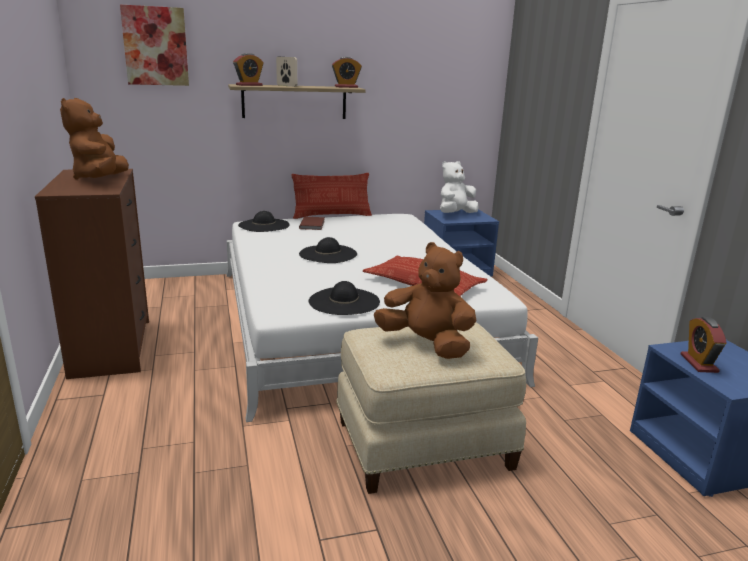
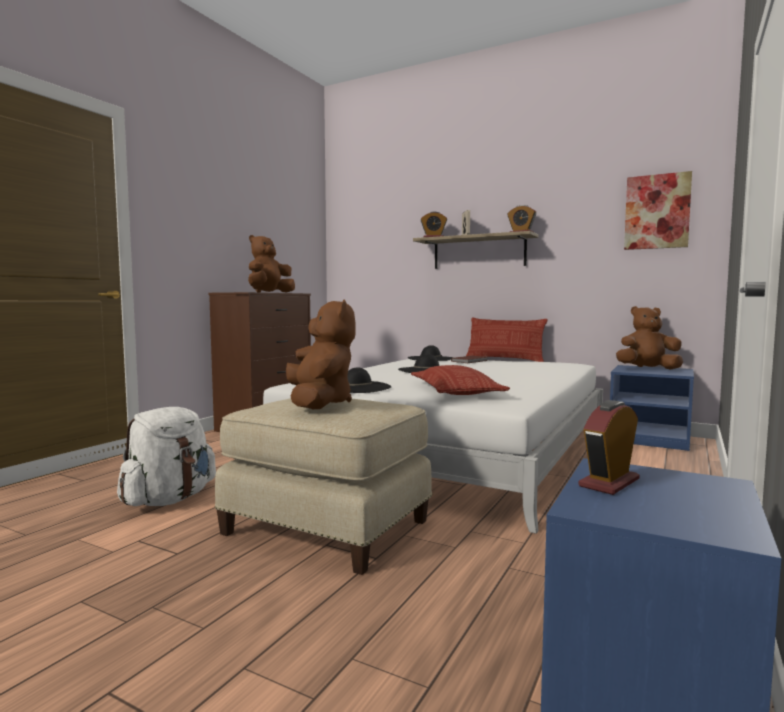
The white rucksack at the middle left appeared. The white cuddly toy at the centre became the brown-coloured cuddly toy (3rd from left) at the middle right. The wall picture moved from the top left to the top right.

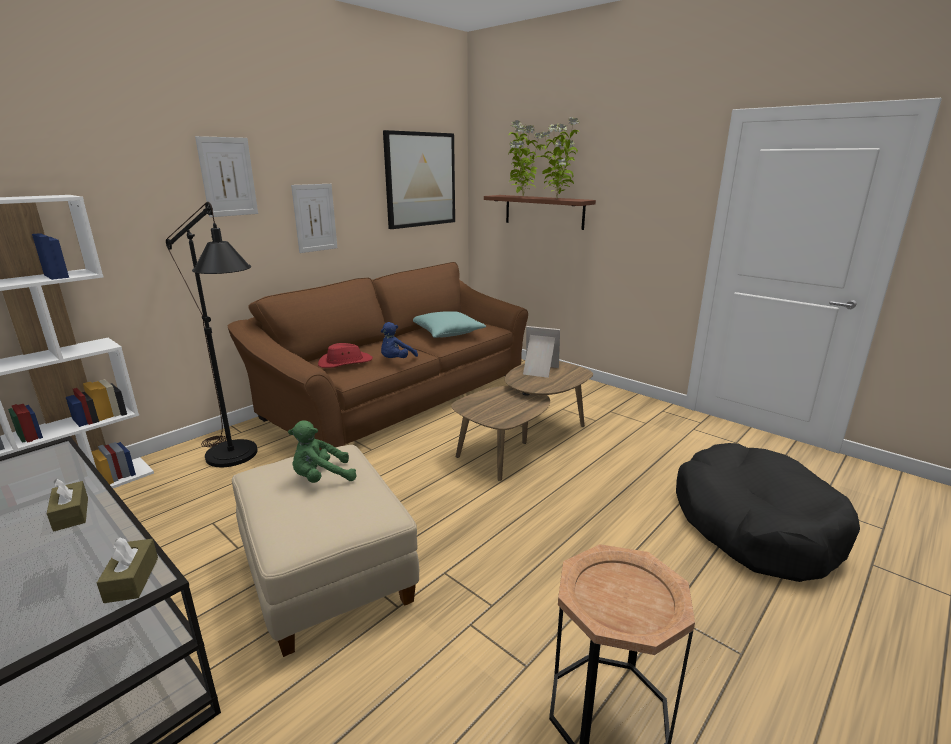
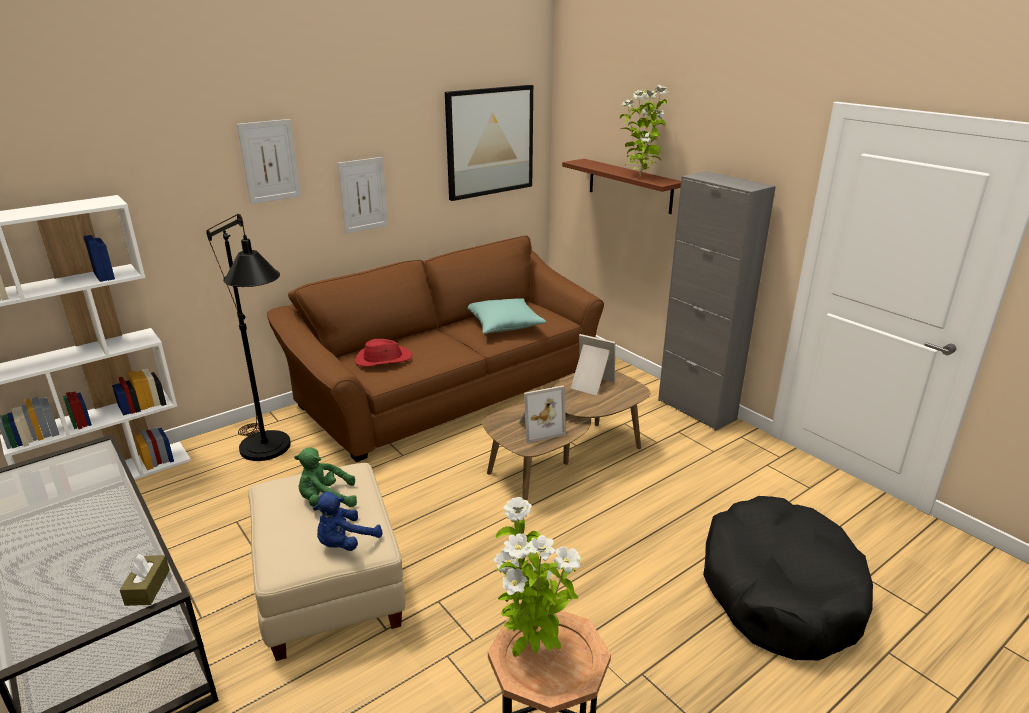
The blue-coloured cuddly toy moved from the centre to the bottom centre. The houseplant (1st from left) moved from the top centre to the bottom centre. The photo frame (1st from left) at the centre appeared. The greyish storage cabinet at the middle right appeared. The brown-coloured box of tissues (1st from left) at the bottom left disappeared.

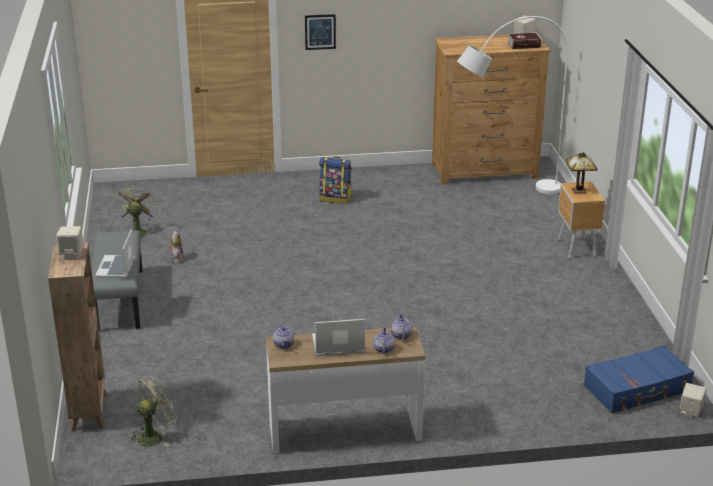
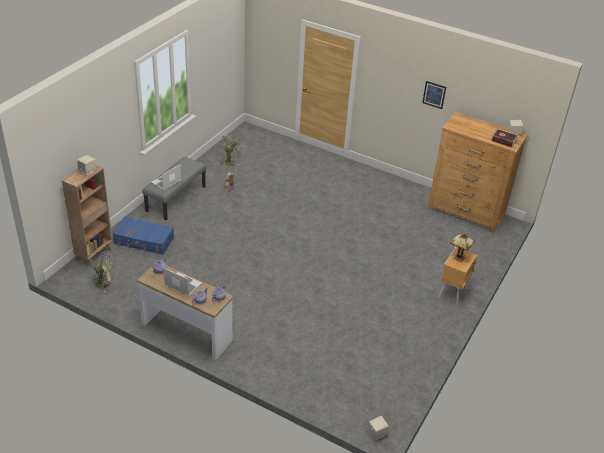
The blue-coloured travel case moved from the bottom right to the middle left. The wall picture moved from the top centre to the top right. The rucksack at the centre disappeared. The white floor lamp at the top right disappeared.

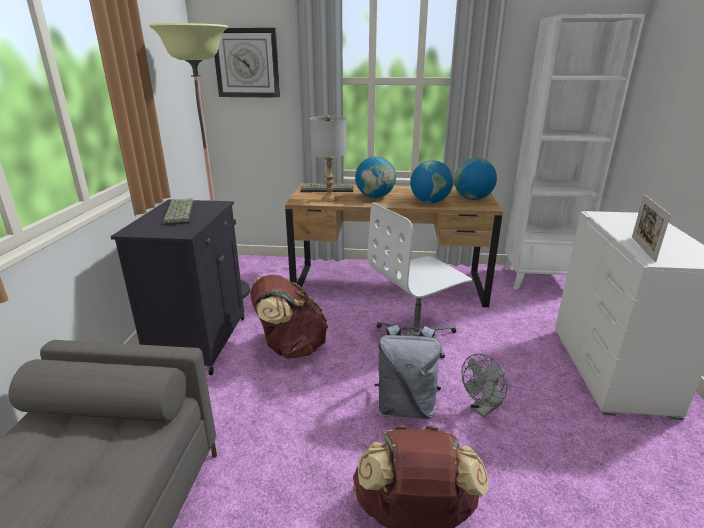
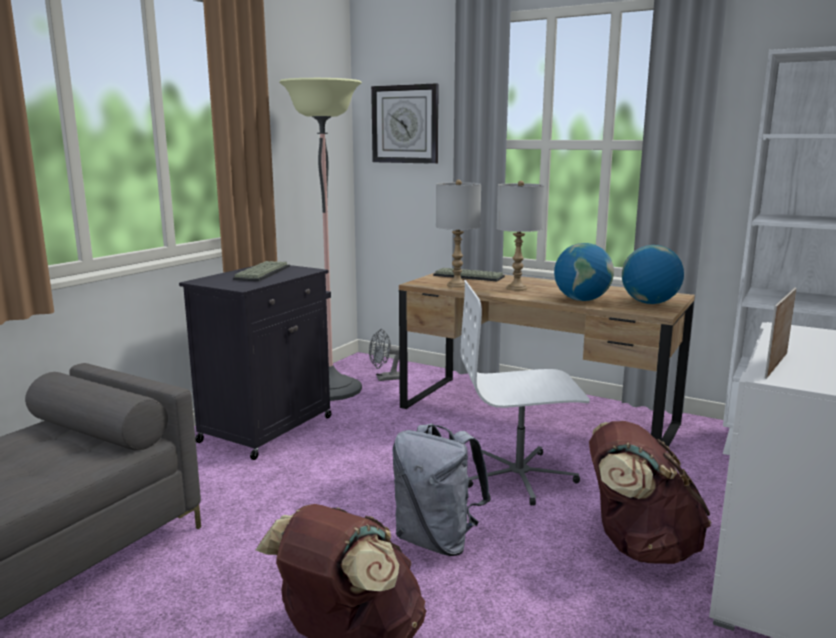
The greyish fan moved from the bottom right to the centre. The globe (1st from left) at the centre was replaced by the greyish table lamp (2nd from left) at the centre. The brown-coloured rucksack (1st from left in the first image) moved from the centre to the bottom right.

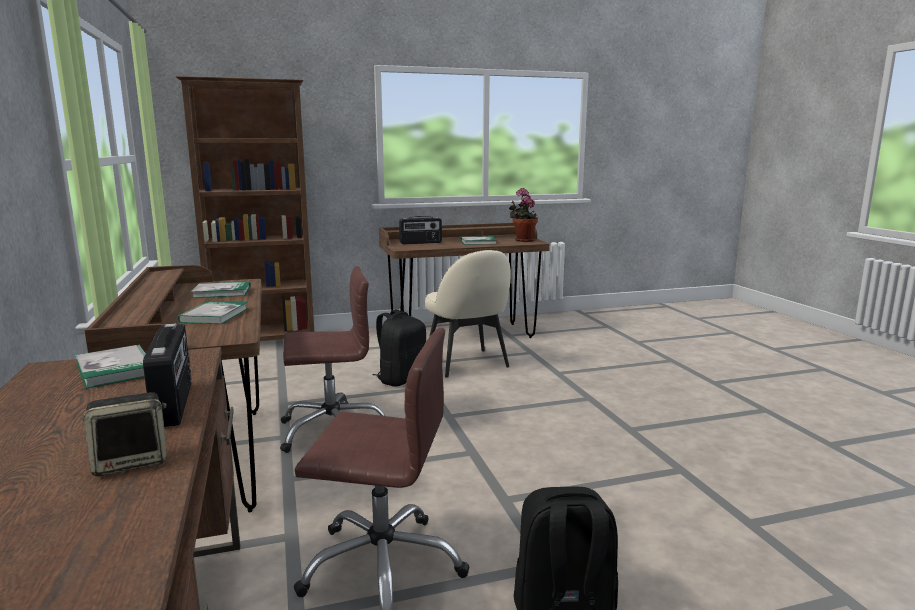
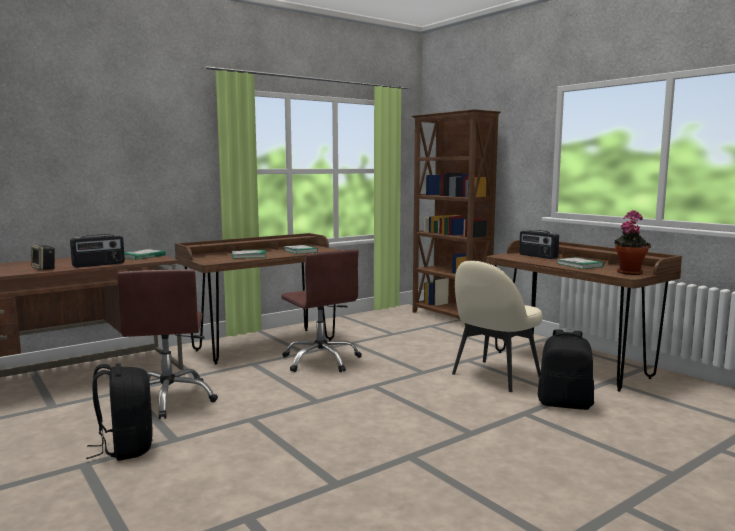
The black rucksack (1st from left in the first image) moved from the centre to the bottom right.

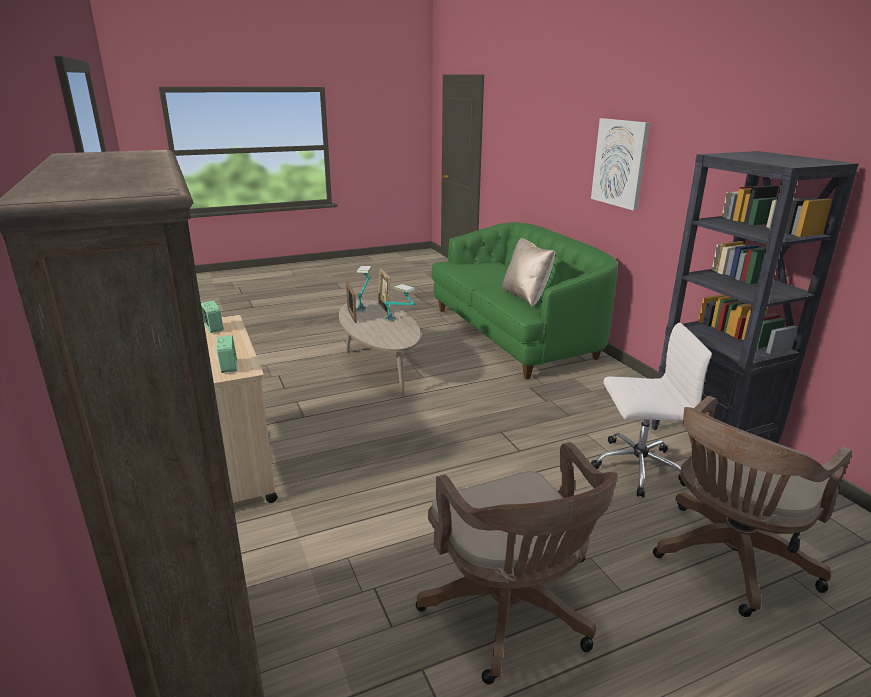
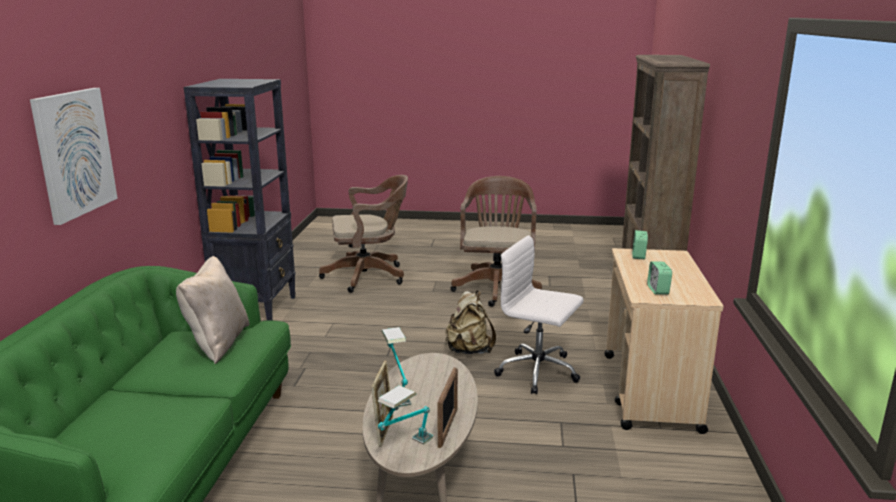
The sand-coloured rucksack at the centre appeared. The white desk chair moved from the middle right to the centre.

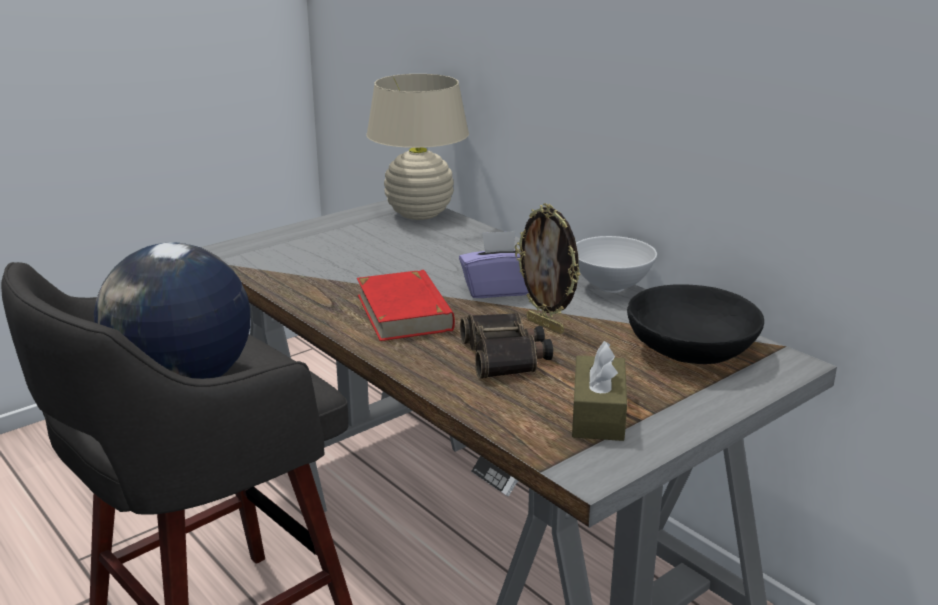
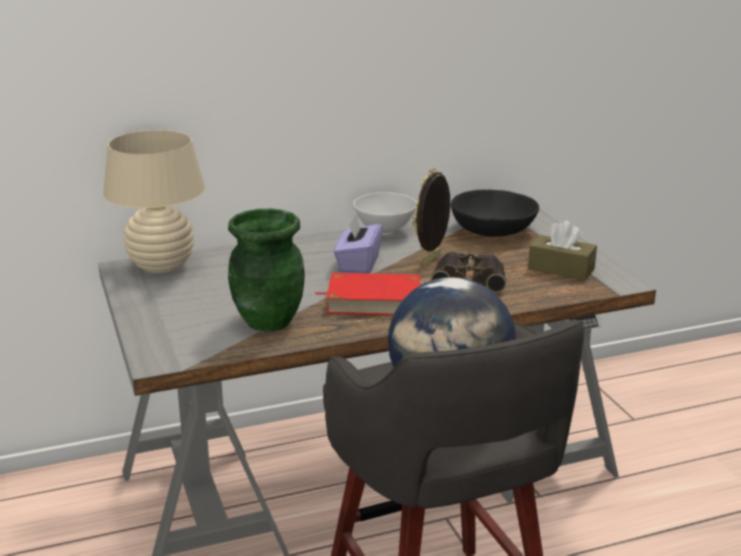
The greenish decorative vase at the centre appeared. The photo frame at the centre turned 150 degrees clockwise.

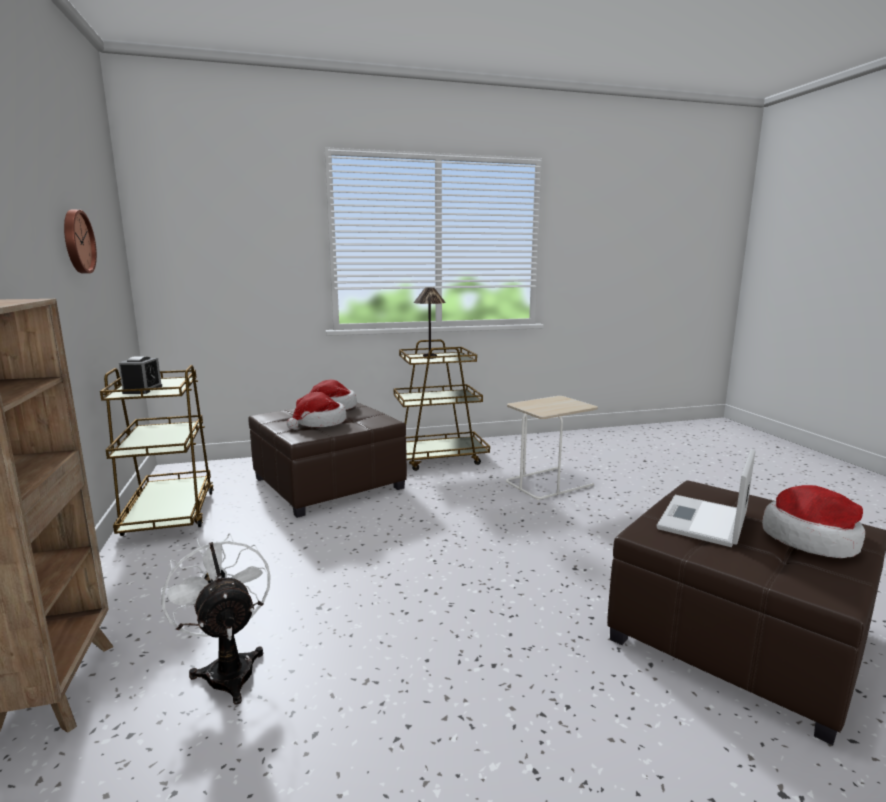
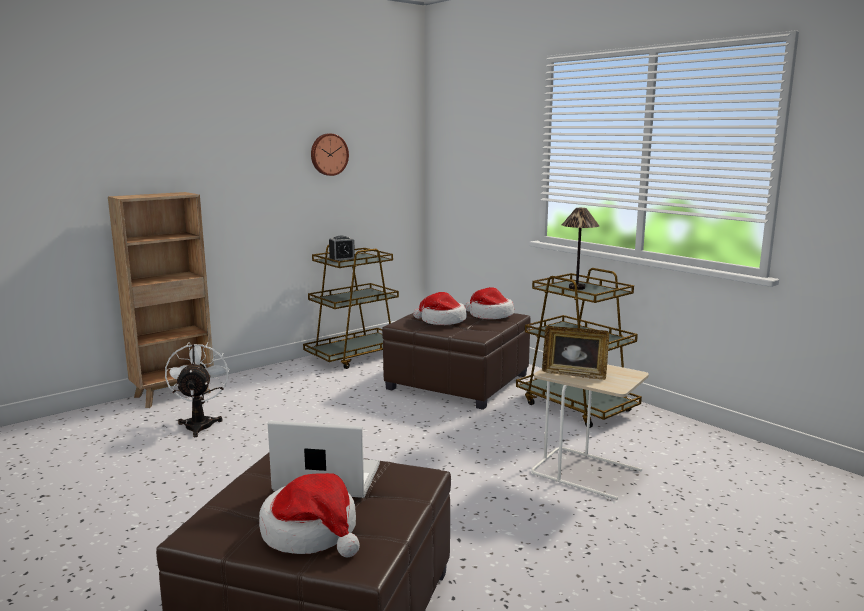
The white fan at the bottom left turned 45 degrees counterclockwise. The photo frame at the centre appeared.

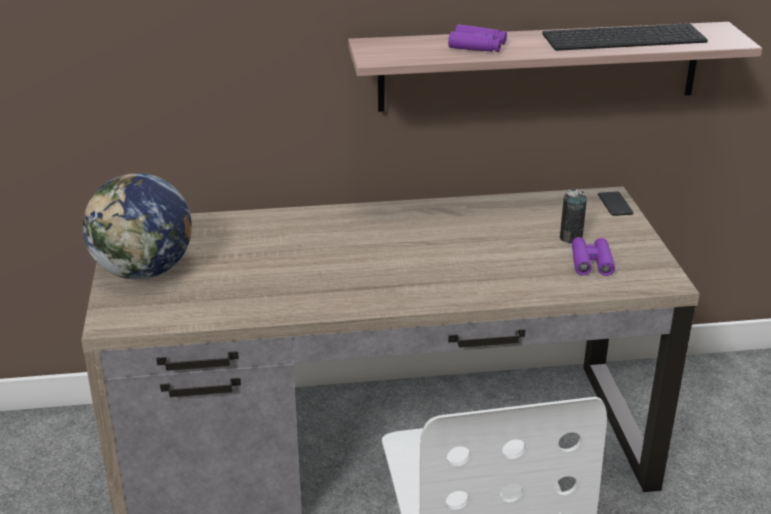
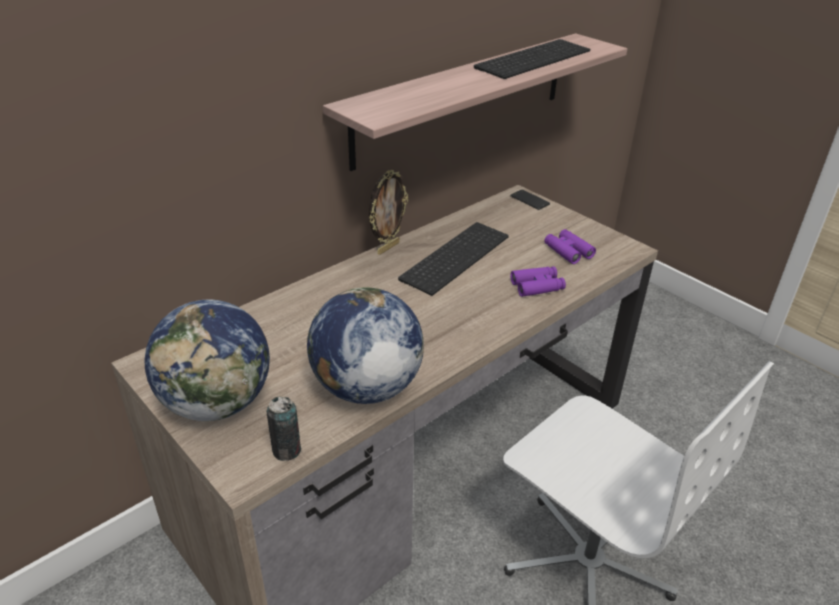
The can moved from the middle right to the bottom centre. The globe (2nd from left) at the centre appeared. The photo frame at the centre appeared. The keyboard (1st from left) at the centre appeared. The purple pair of binoculars (1st from left) moved from the top centre to the centre.

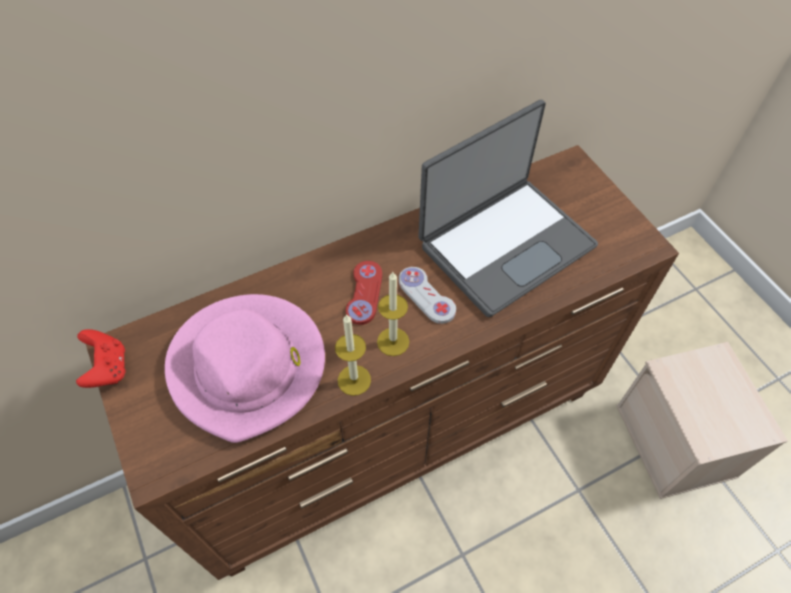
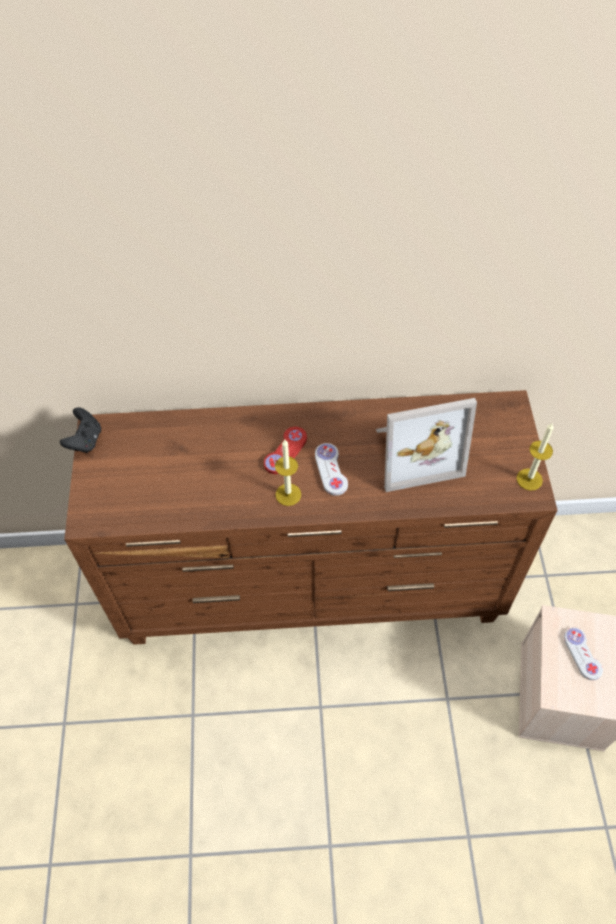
The reddish gamepad (1st from left) at the middle left became the black gamepad at the middle left. The portable computer at the centre was replaced by the photo frame at the middle right. The candle (1st from left in the first image) moved from the centre to the middle right. The white gamepad (2nd from left) at the bottom right appeared. The pinkish wearable hat at the middle left disappeared.

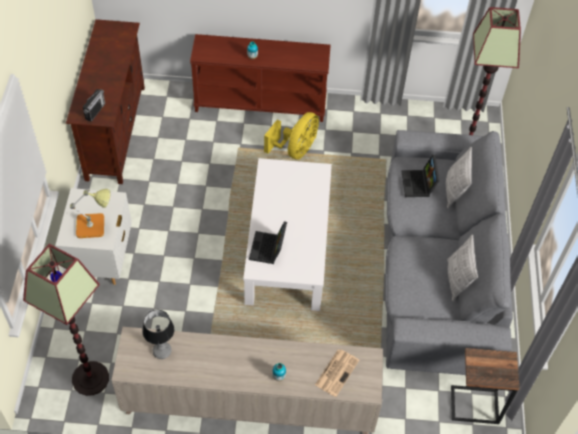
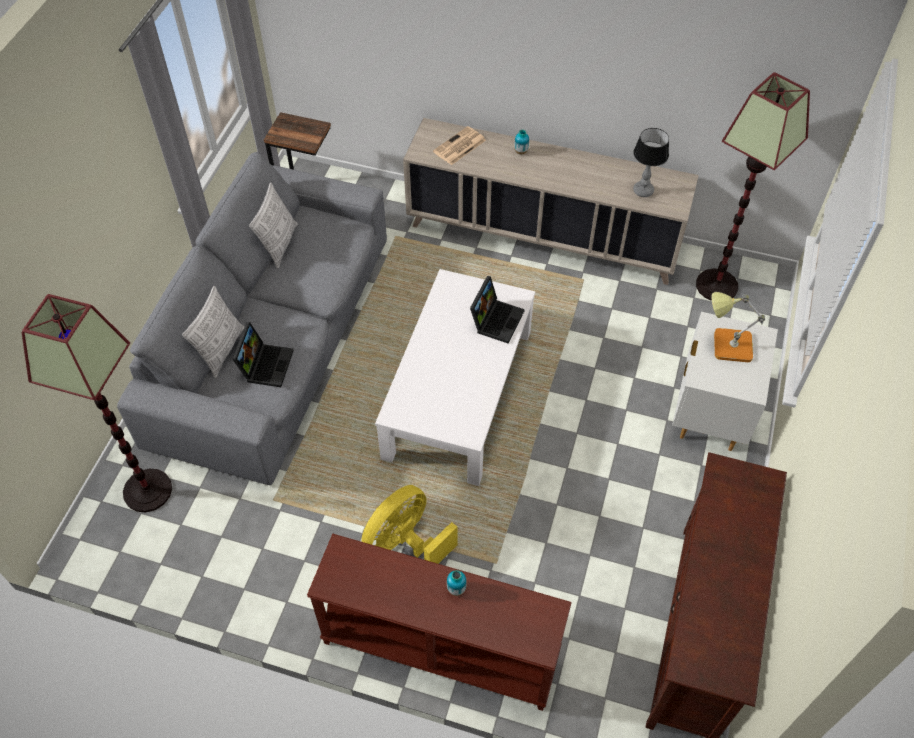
The radio at the top left disappeared.

